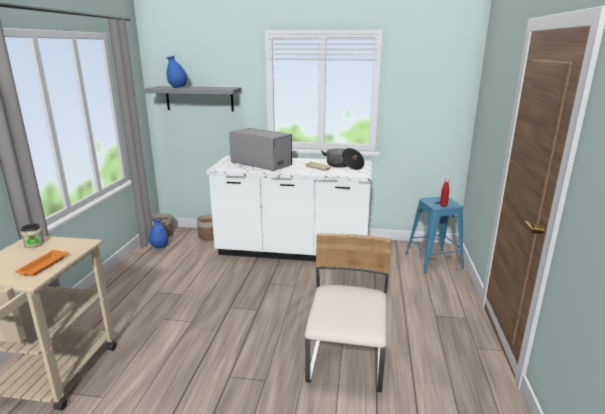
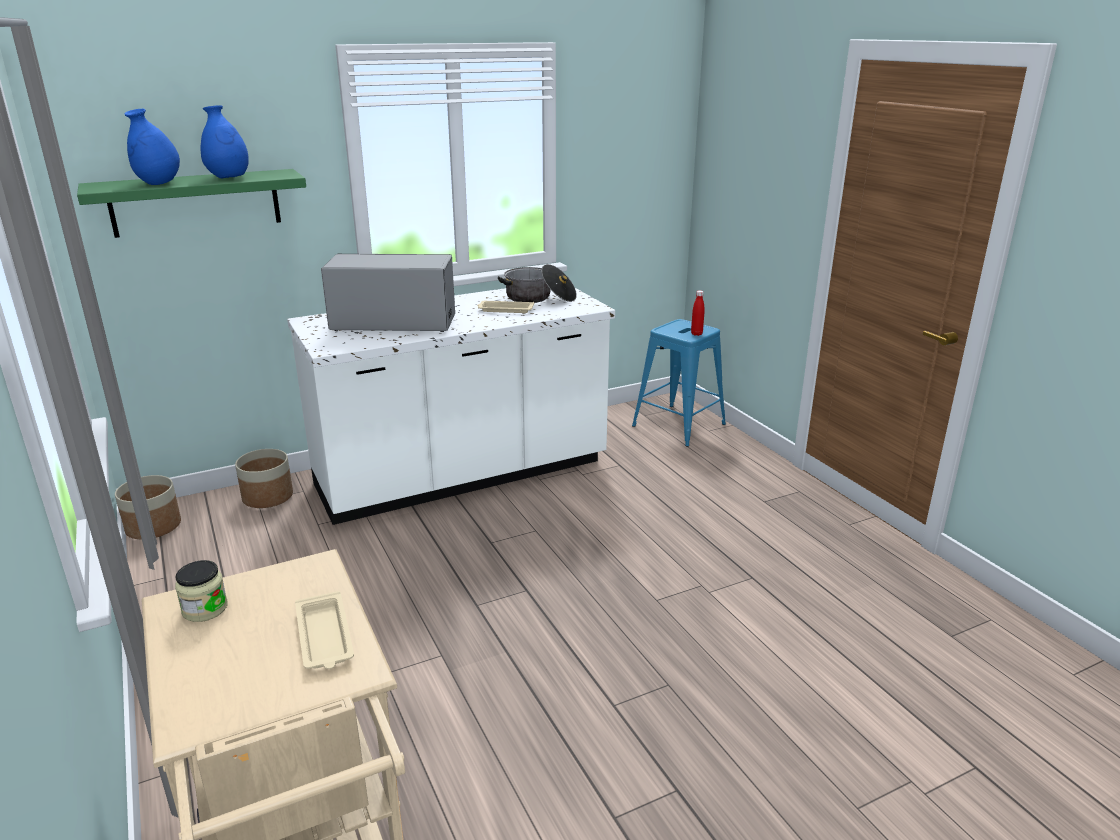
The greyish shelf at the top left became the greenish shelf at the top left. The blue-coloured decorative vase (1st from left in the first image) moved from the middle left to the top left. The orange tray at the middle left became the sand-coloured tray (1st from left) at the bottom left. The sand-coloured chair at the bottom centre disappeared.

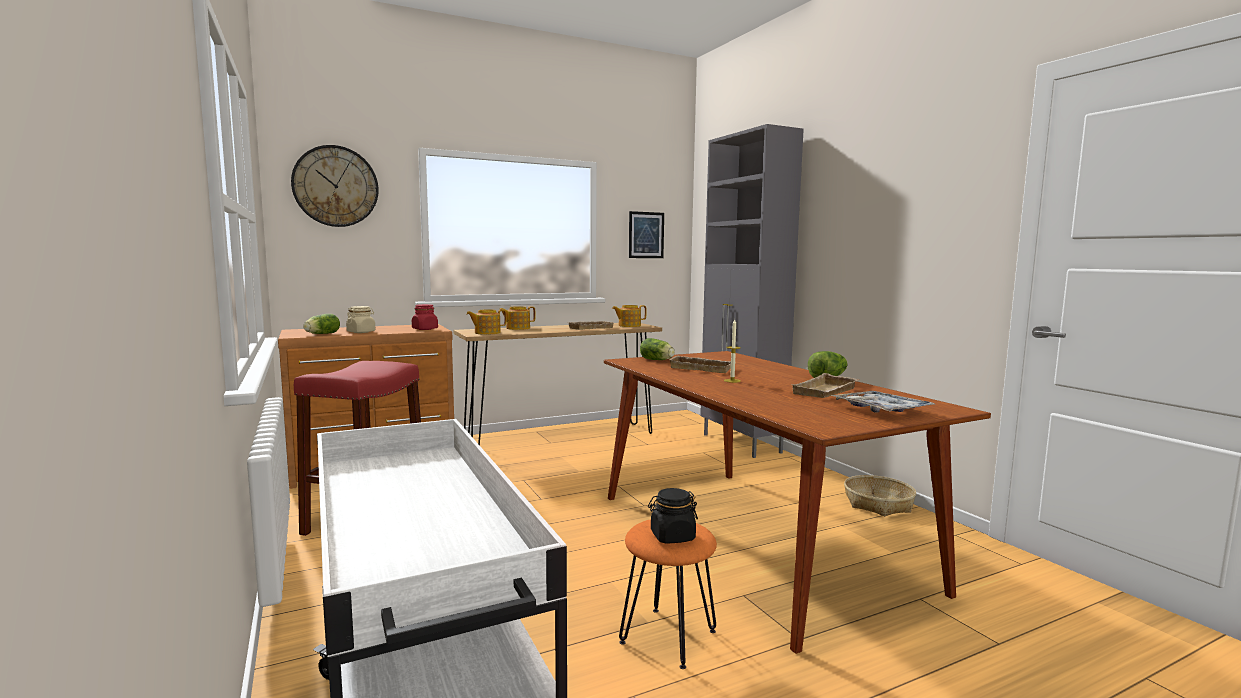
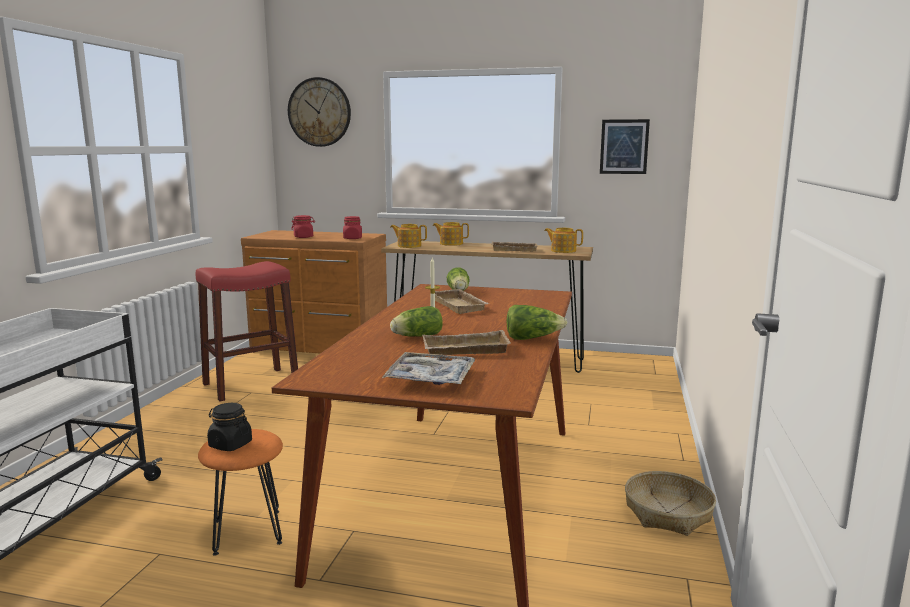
The sand-coloured storage jar at the middle left became the reddish storage jar (1st from left) at the middle left. The head of lettuce (1st from left) moved from the middle left to the centre. The greyish storage cabinet at the centre disappeared.

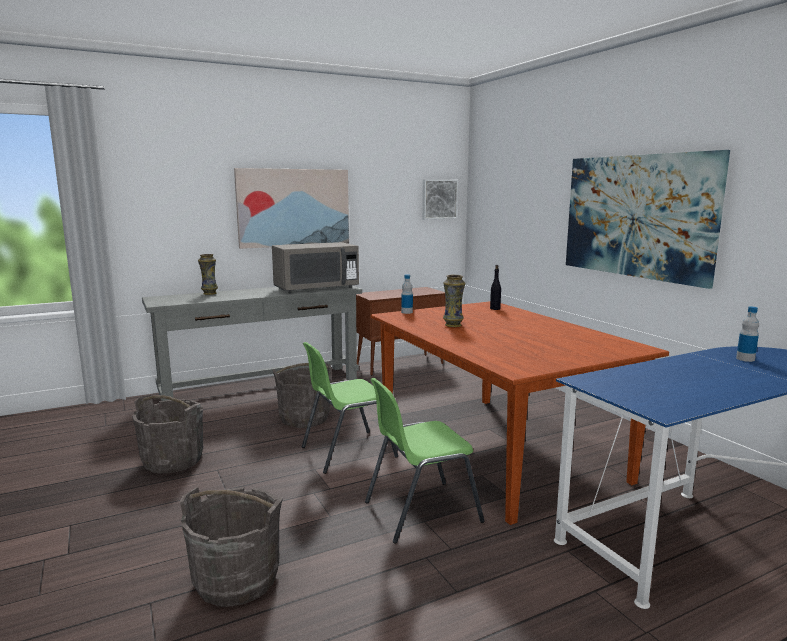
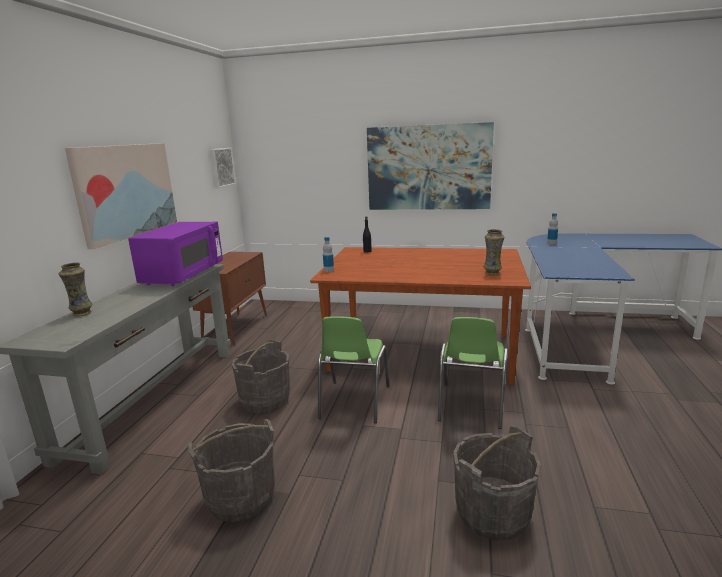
The greyish microwave at the centre became the purple microwave at the middle left. The decorative vase (2nd from left) moved from the centre to the middle right.

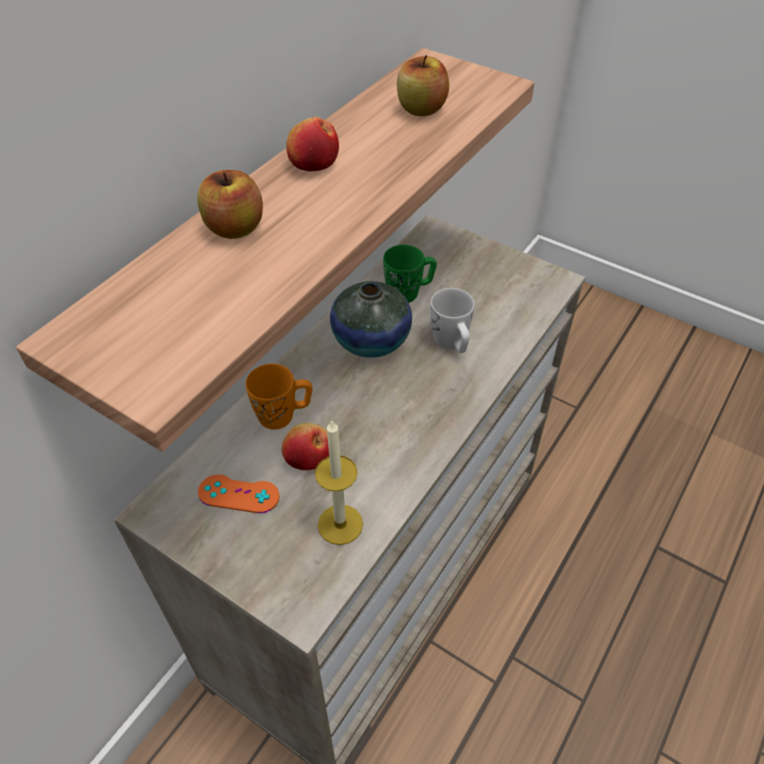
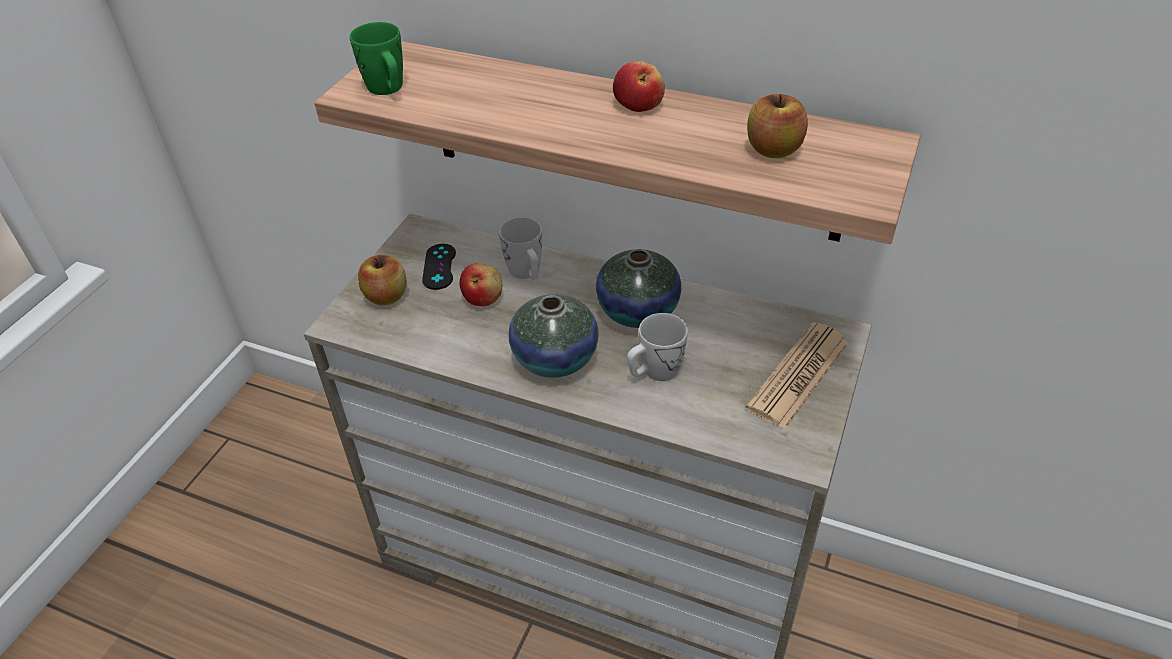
The greenish coffee mug moved from the centre to the top left. The apple (1st from left) moved from the top left to the middle left. The orange gamepad at the middle left became the black gamepad at the centre. The orange coffee mug at the centre became the white coffee mug (1st from left) at the centre. The decorative vase (1st from left) at the centre appeared. The printed paper at the middle right appeared. The candle at the centre disappeared.

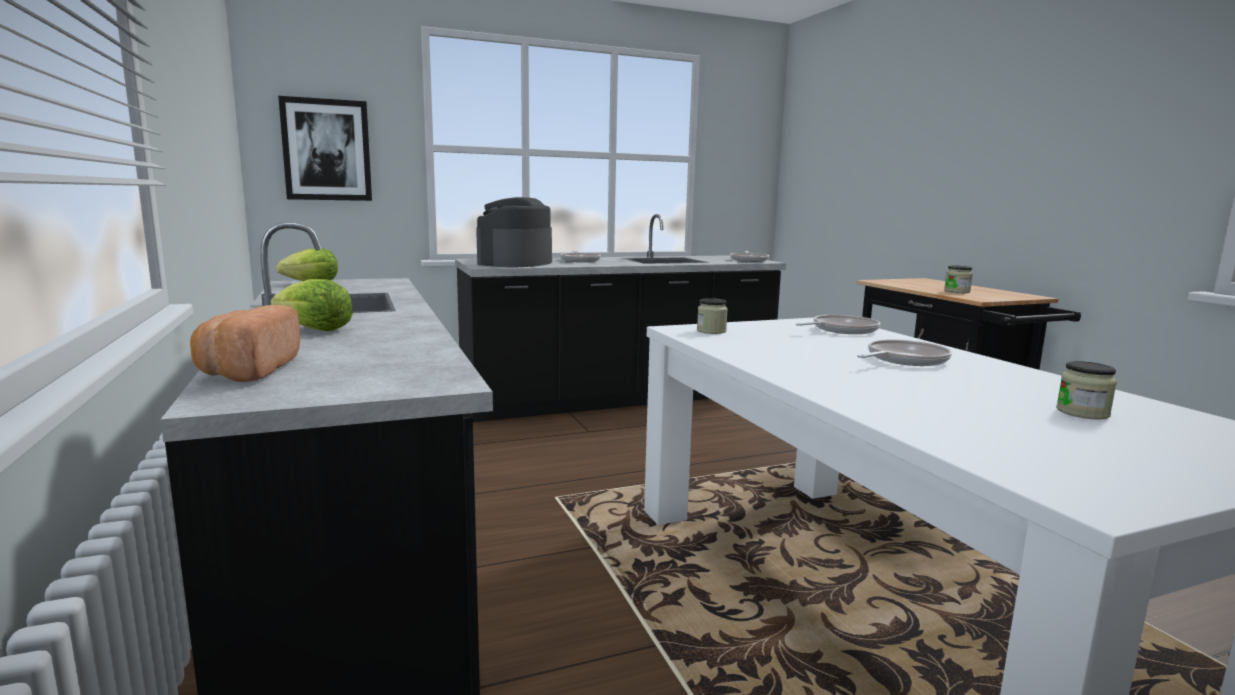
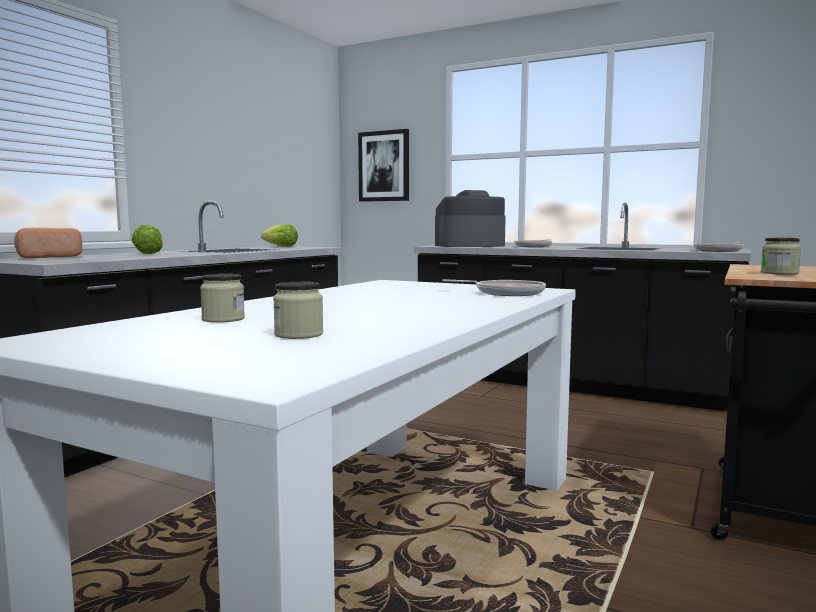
The storage jar (1st from left) moved from the centre to the middle left. The frying pan (4th from left) at the middle right disappeared.

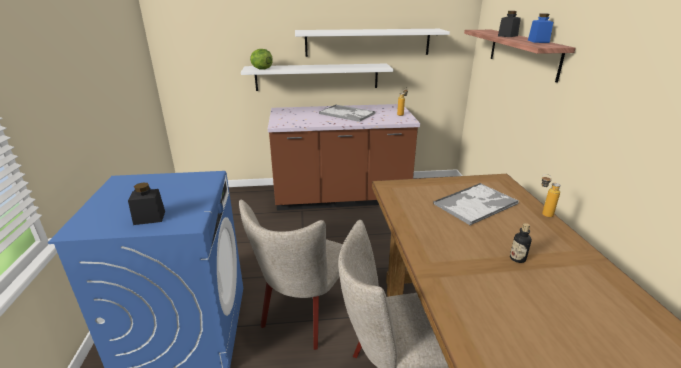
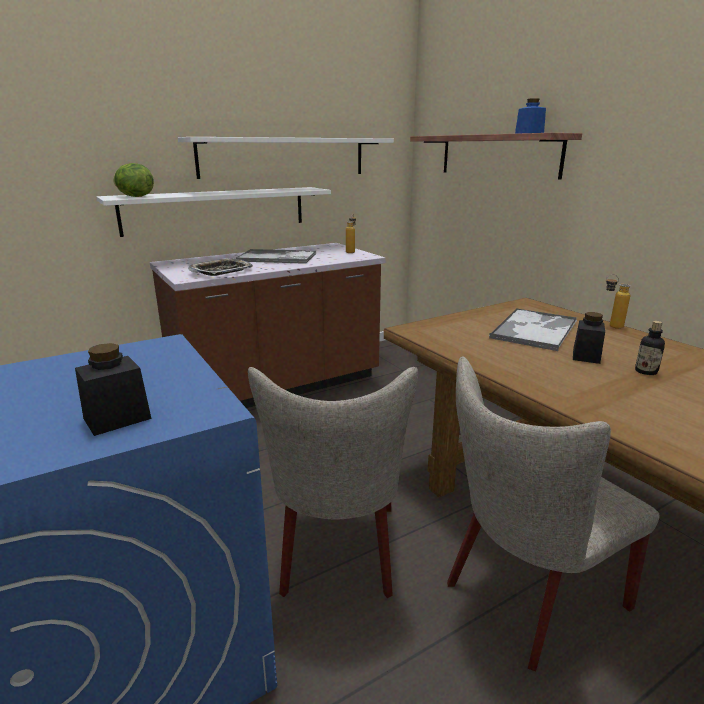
The tray (1st from left) at the middle left appeared. The black storage jar (2nd from left) moved from the top right to the middle right.

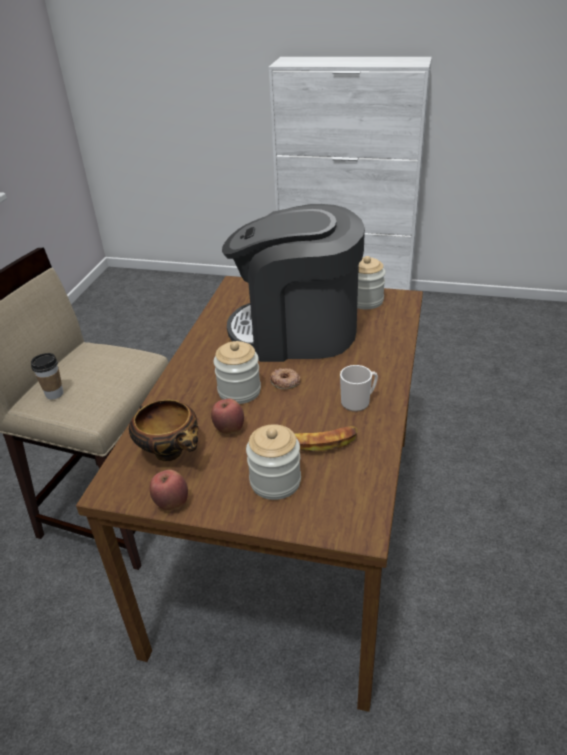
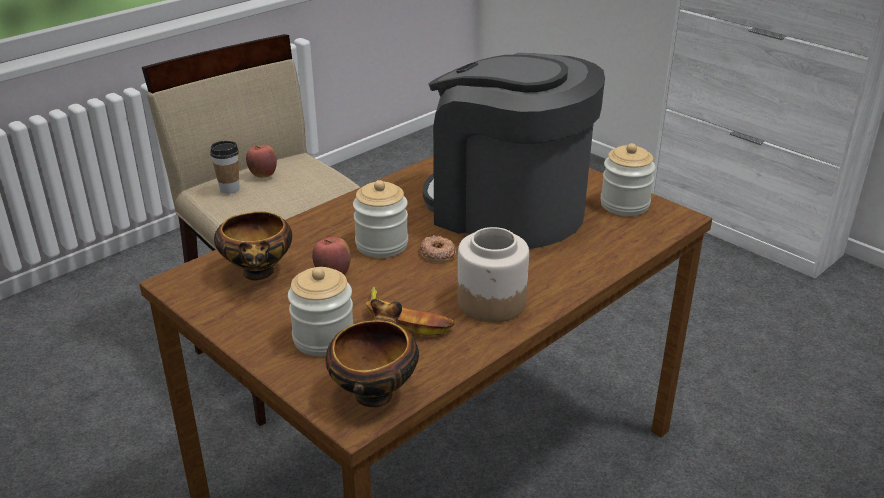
The apple (1st from left) moved from the middle left to the top left. The bowl (2nd from left) at the bottom centre appeared. The coffee mug at the centre was replaced by the storage jar (3rd from left) at the centre.

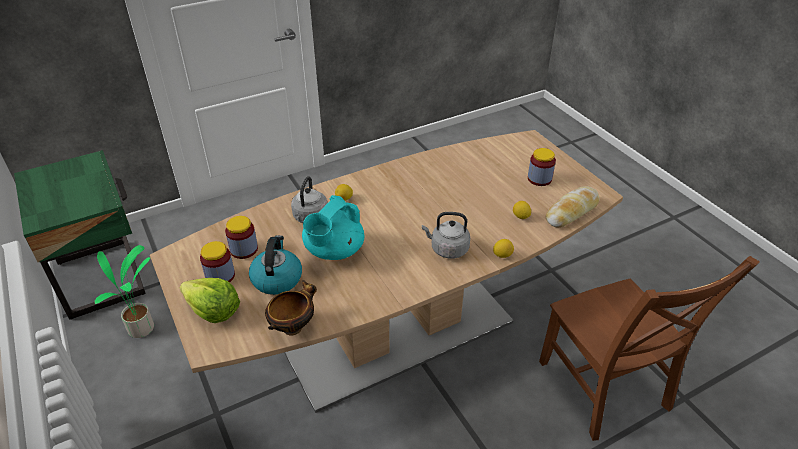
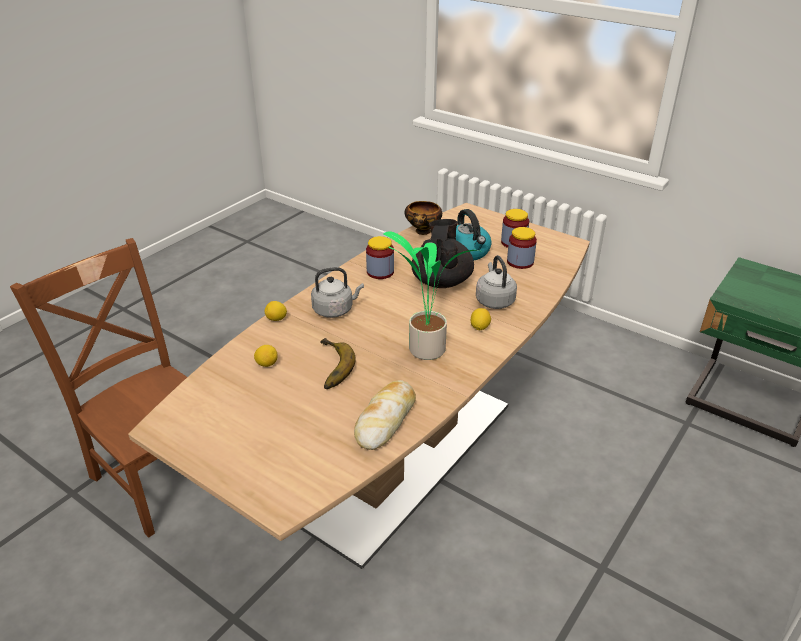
The whole banana at the centre appeared. The bread moved from the middle right to the centre. The storage jar (3rd from left in the first image) moved from the middle right to the centre. The houseplant moved from the middle left to the centre. The turquoise-coloured teapot at the centre became the black teapot at the centre. The head of lettuce at the bottom left disappeared.

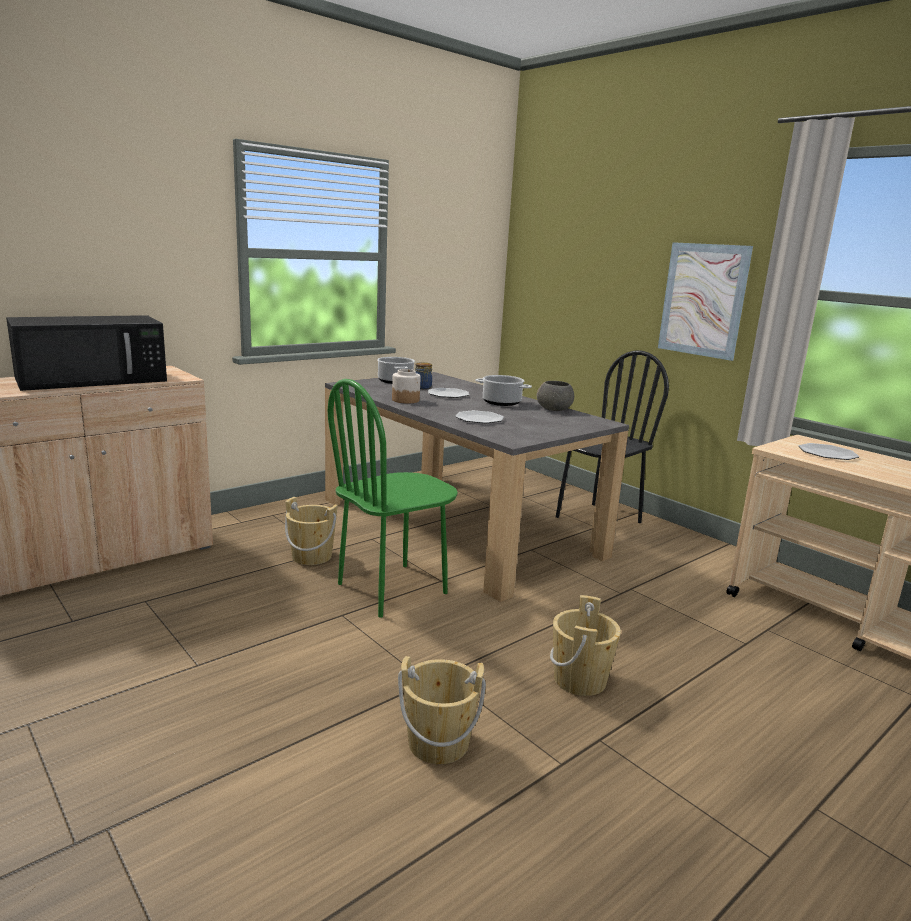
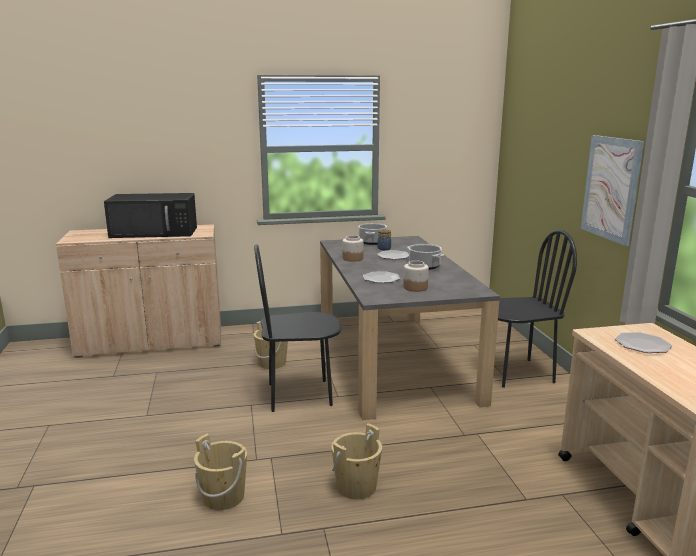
The greenish chair at the centre became the black chair (1st from left) at the centre. The storage jar (3rd from left) at the centre appeared. The greyish bowl at the centre disappeared.

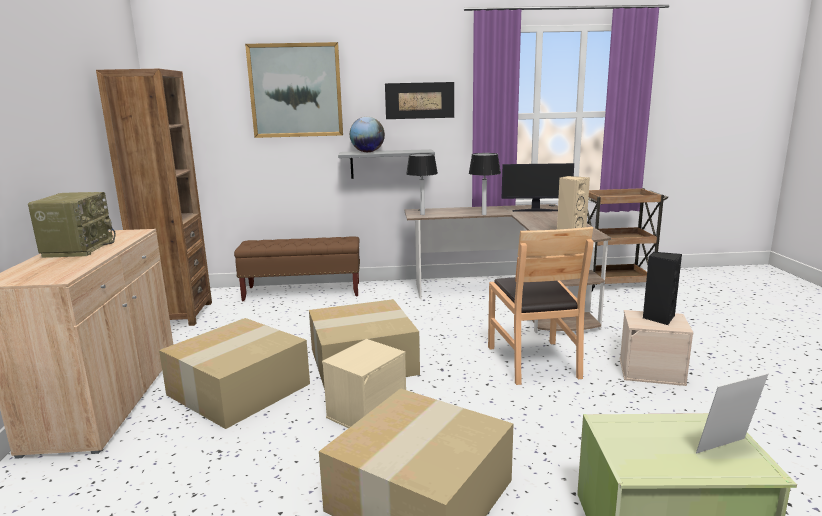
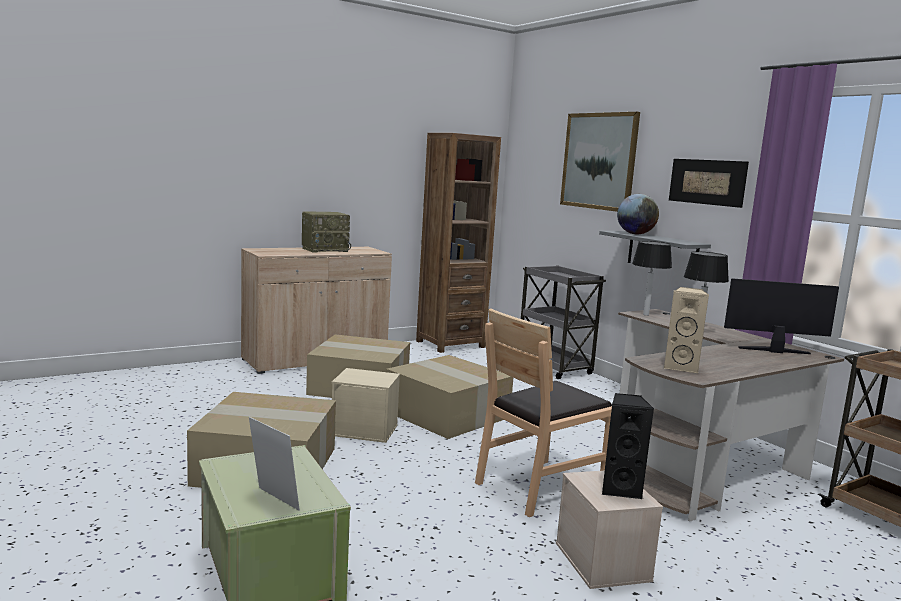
The brown-coloured indoor bench at the centre was replaced by the greyish trolley at the centre. The computer display at the centre turned 120 degrees clockwise.

